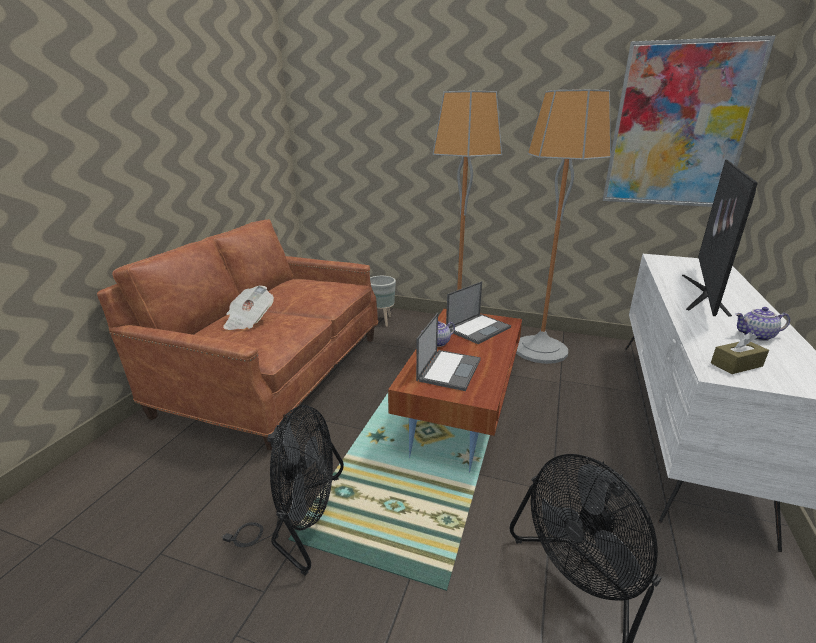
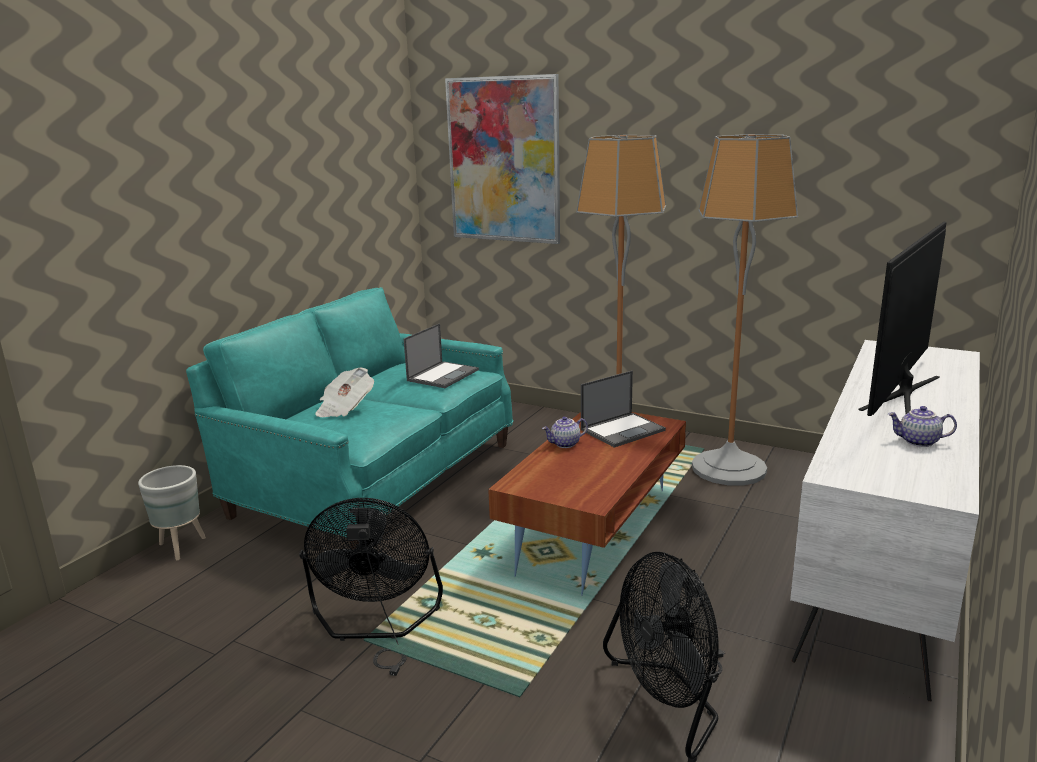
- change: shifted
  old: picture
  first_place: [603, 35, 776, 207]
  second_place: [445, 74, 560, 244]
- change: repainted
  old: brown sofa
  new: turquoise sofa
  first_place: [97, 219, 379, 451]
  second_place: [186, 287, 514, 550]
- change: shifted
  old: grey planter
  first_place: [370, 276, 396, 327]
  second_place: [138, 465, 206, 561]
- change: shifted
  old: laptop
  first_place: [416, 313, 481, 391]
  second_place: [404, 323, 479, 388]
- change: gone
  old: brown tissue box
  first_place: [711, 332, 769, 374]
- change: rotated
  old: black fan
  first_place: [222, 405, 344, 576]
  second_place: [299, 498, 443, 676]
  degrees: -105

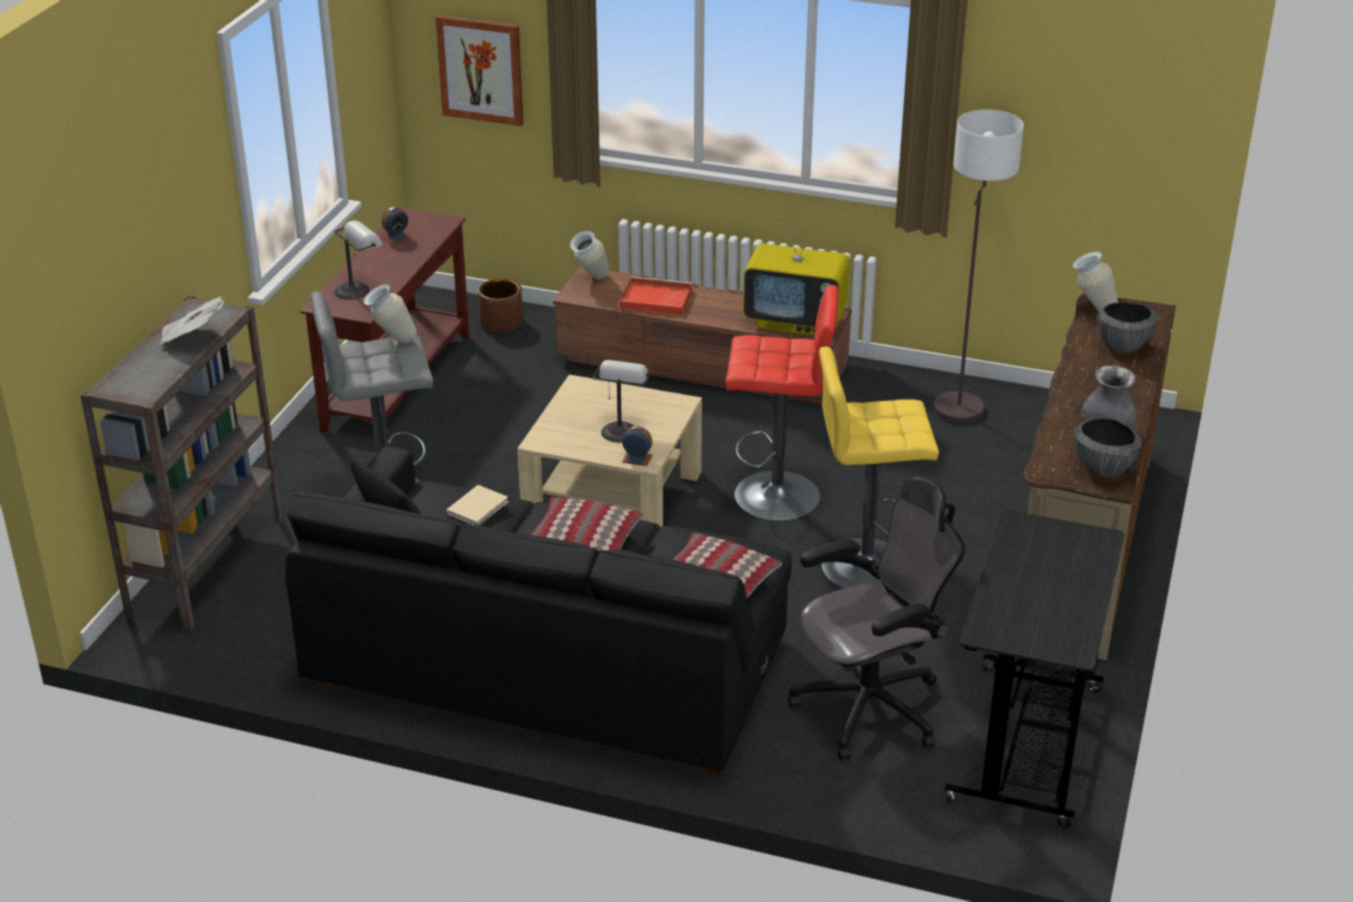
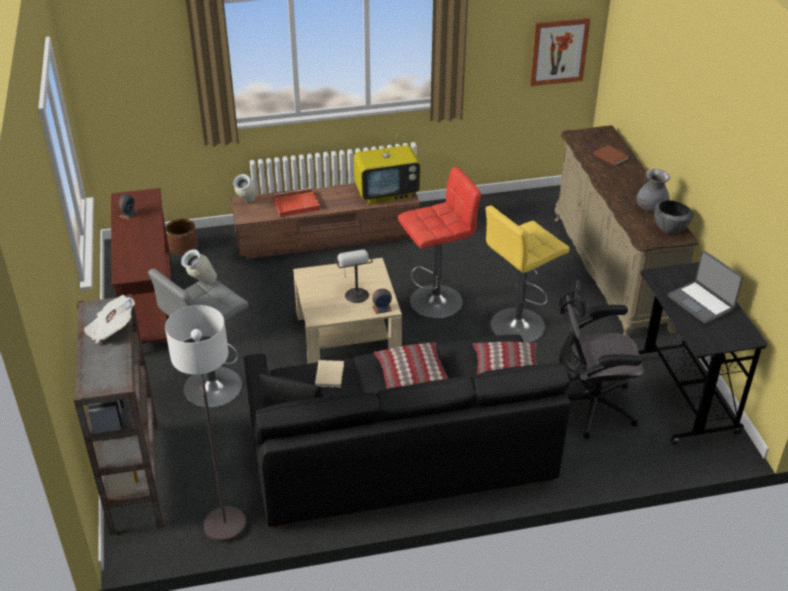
- change: shifted
  old: picture
  first_place: [435, 15, 524, 126]
  second_place: [530, 18, 590, 86]
- change: shifted
  old: white floor lamp
  first_place: [934, 109, 1024, 424]
  second_place: [165, 305, 246, 543]
- change: gone
  old: table lamp
  first_place: [334, 221, 382, 300]
- change: gone
  old: vase
  first_place: [1073, 252, 1118, 311]
- change: swapped
  old: bowl
  new: brown book
  first_place: [1097, 302, 1157, 353]
  second_place: [594, 145, 629, 166]
- change: rotated
  old: office chair
  first_place: [788, 476, 965, 760]
  second_place: [559, 279, 644, 439]
  degrees: -120
- change: new
  new: laptop
  second_place: [667, 250, 743, 324]

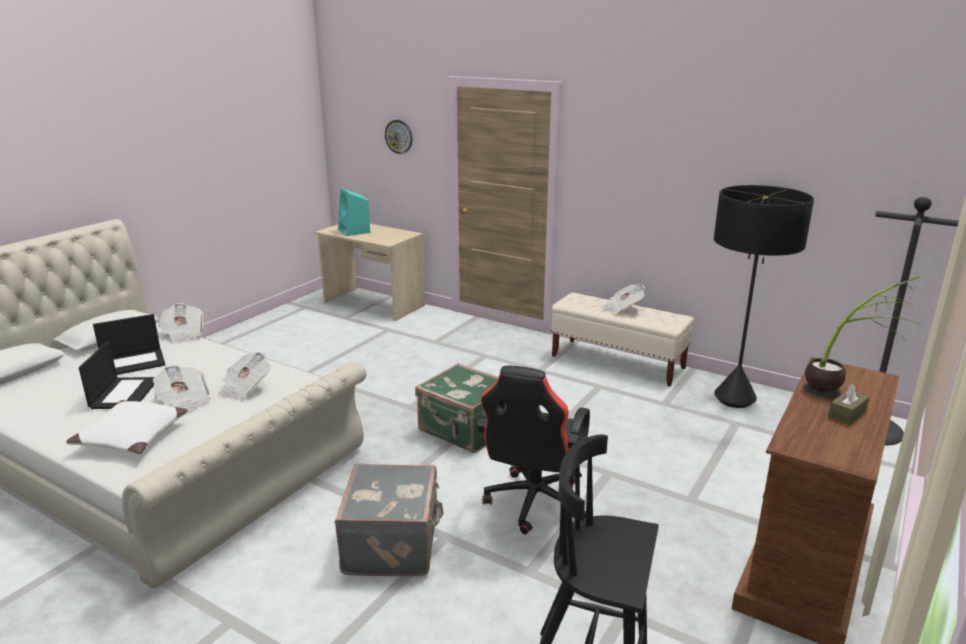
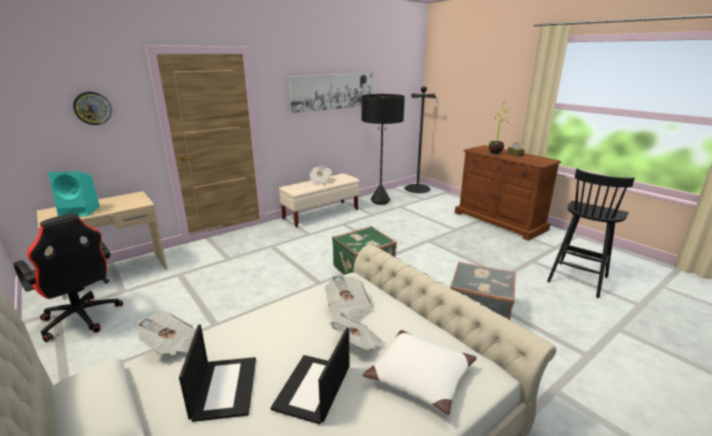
- change: rotated
  old: laptop
  first_place: [79, 341, 154, 409]
  second_place: [271, 327, 349, 424]
  degrees: -90
- change: shifted
  old: black office chair
  first_place: [477, 366, 590, 535]
  second_place: [13, 213, 123, 342]
- change: new
  new: picture
  second_place: [289, 73, 372, 113]

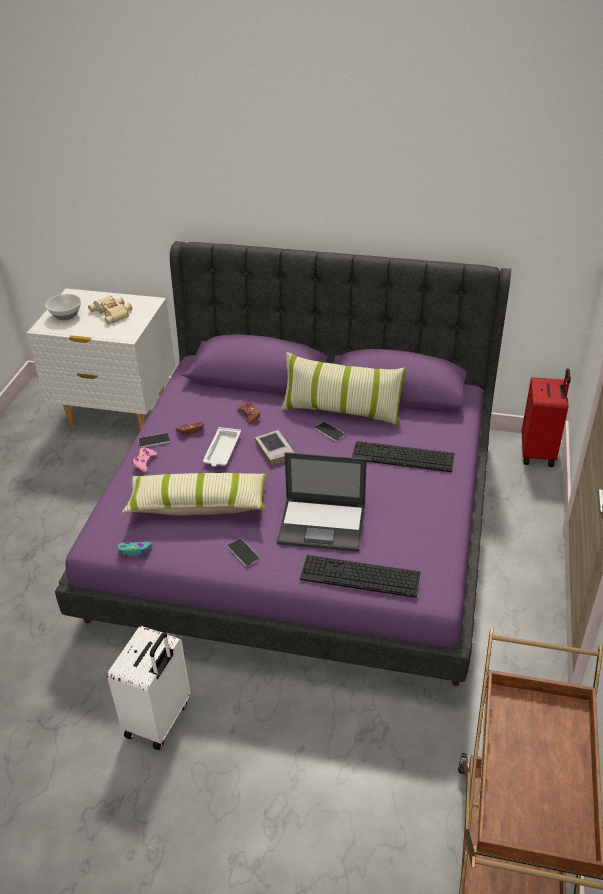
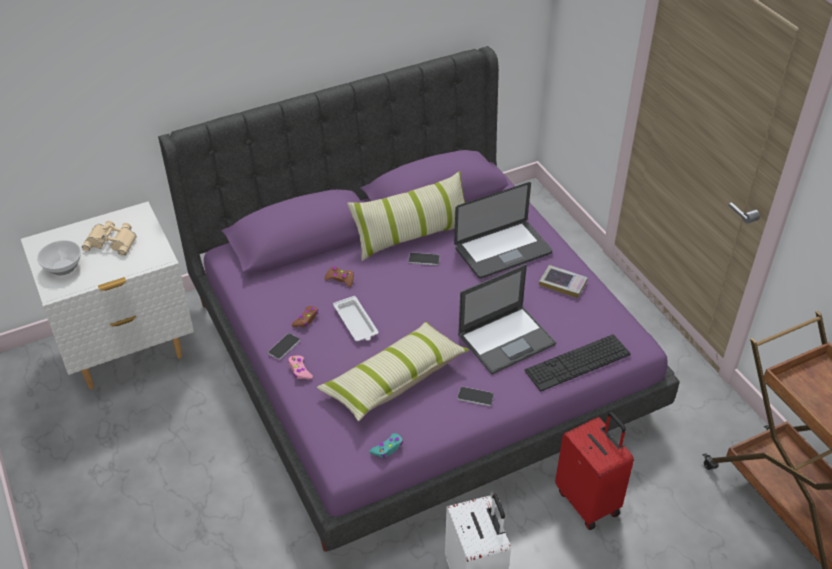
- change: shifted
  old: red suitcase
  first_place: [522, 368, 571, 467]
  second_place: [555, 412, 634, 530]
- change: shifted
  old: book
  first_place: [255, 430, 294, 465]
  second_place: [539, 265, 588, 298]
- change: swapped
  old: keyboard
  new: laptop
  first_place: [352, 441, 455, 472]
  second_place: [454, 182, 552, 279]

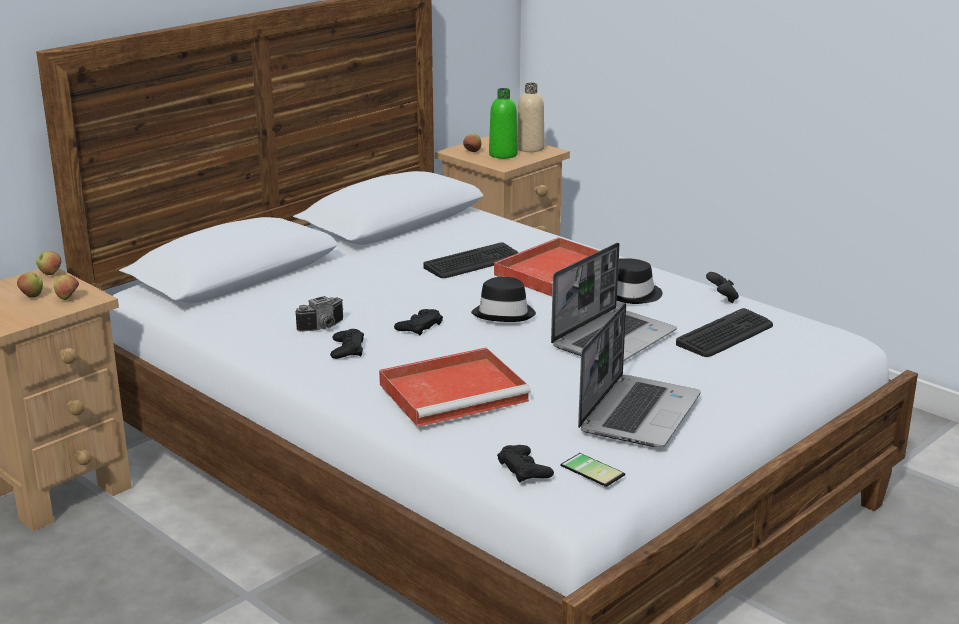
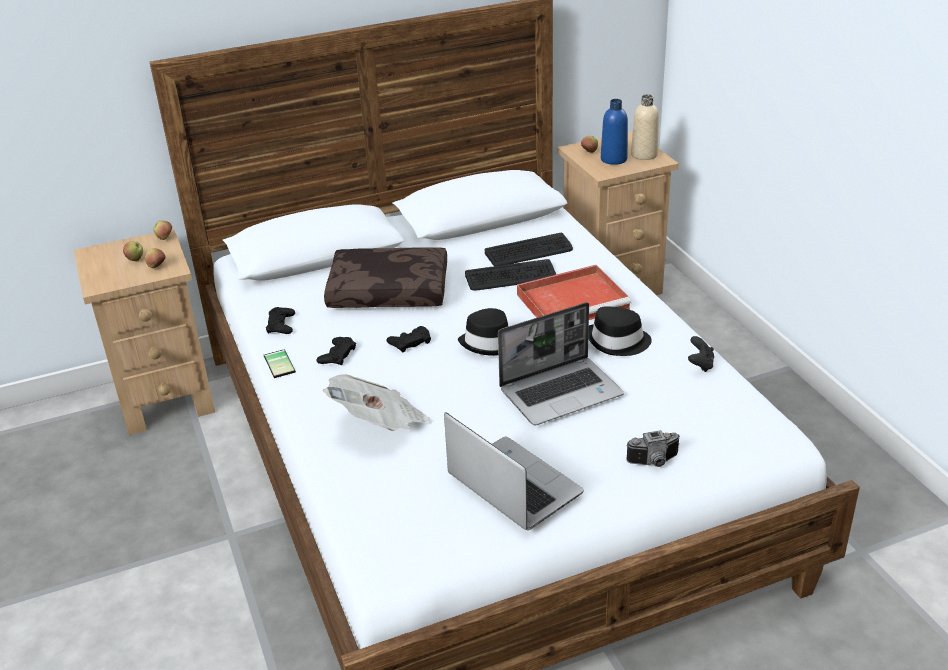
- change: repainted
  old: green bottle
  new: blue bottle
  first_place: [489, 88, 518, 159]
  second_place: [601, 99, 628, 165]
- change: shifted
  old: photo camera
  first_place: [295, 296, 343, 332]
  second_place: [626, 430, 680, 467]
- change: rotated
  old: laptop
  first_place: [578, 303, 701, 447]
  second_place: [444, 413, 584, 530]
  degrees: -90
- change: shifted
  old: keyboard
  first_place: [676, 308, 773, 357]
  second_place: [485, 233, 573, 266]
- change: swapped
  old: red tray
  new: newspaper
  first_place: [379, 348, 531, 427]
  second_place: [323, 374, 430, 431]
- change: shifted
  old: black game controller
  first_place: [497, 445, 554, 483]
  second_place: [266, 307, 295, 334]
- change: shifted
  old: phone
  first_place: [561, 453, 625, 487]
  second_place: [264, 349, 296, 378]
- change: new
  new: brown pillow
  second_place: [324, 247, 447, 308]

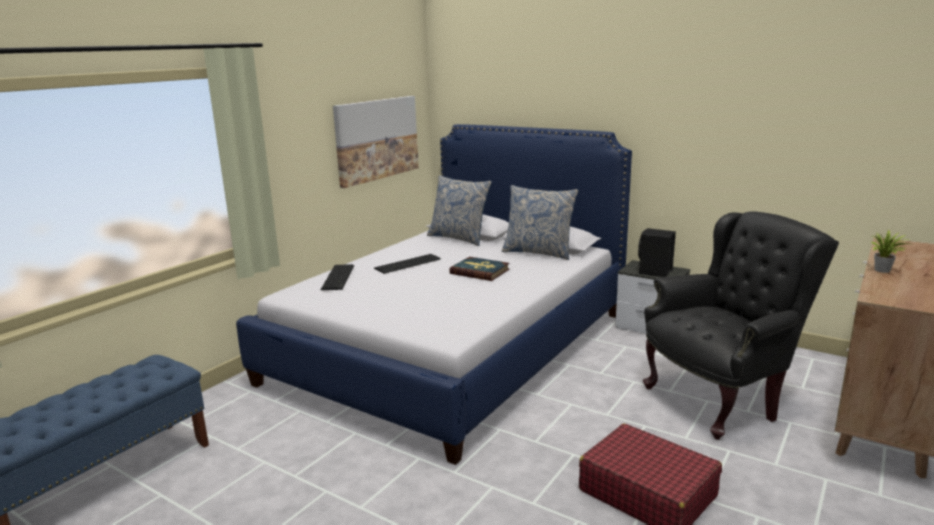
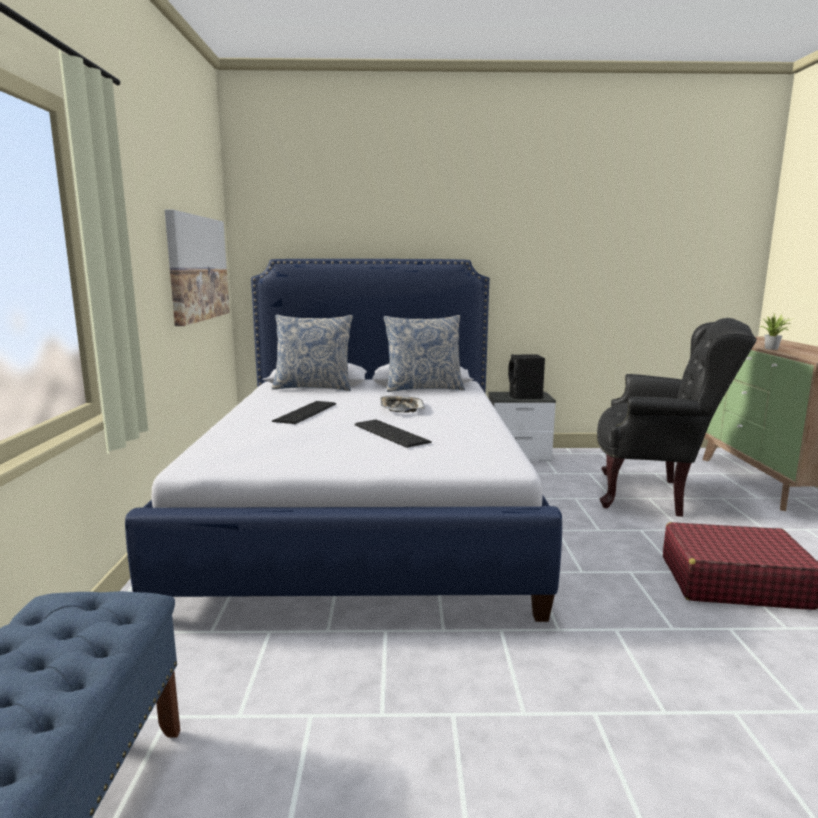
- change: rotated
  old: black armchair
  first_place: [643, 211, 839, 440]
  second_place: [597, 318, 757, 517]
  degrees: 75
- change: swapped
  old: book
  new: tray
  first_place: [449, 257, 510, 281]
  second_place: [380, 396, 425, 412]
- change: shifted
  old: keyboard
  first_place: [321, 264, 354, 290]
  second_place: [354, 420, 432, 448]

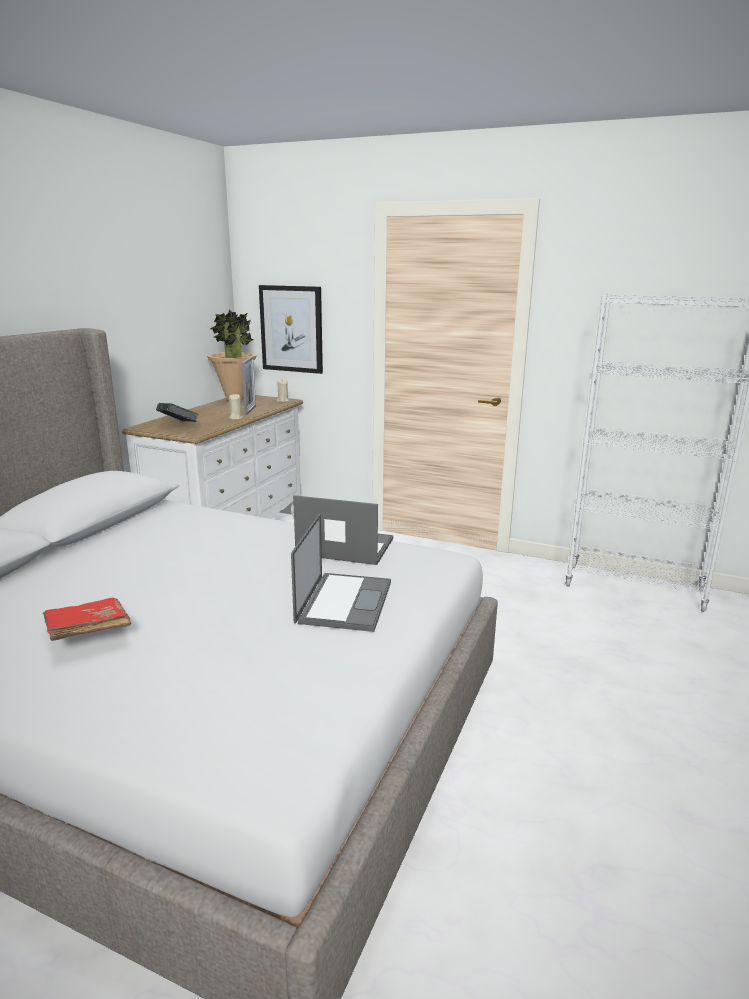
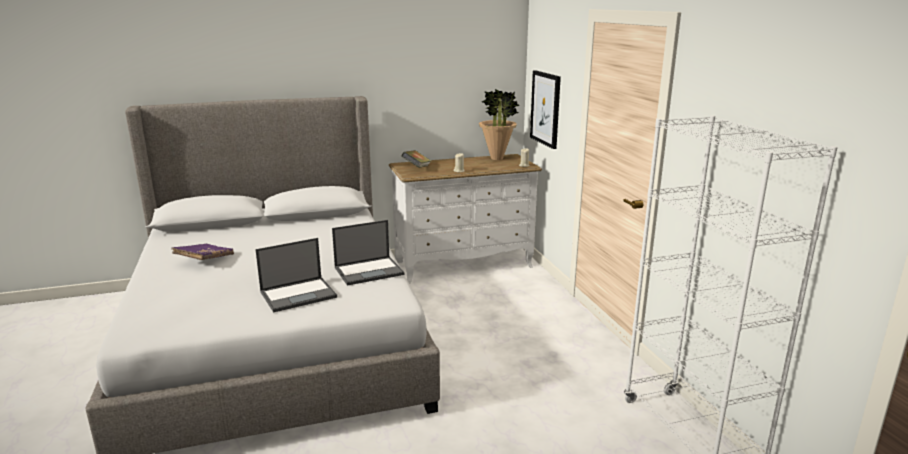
- change: gone
  old: picture frame
  first_place: [241, 356, 256, 415]
- change: rotated
  old: laptop
  first_place: [293, 495, 393, 565]
  second_place: [332, 220, 404, 286]
  degrees: 90
- change: repainted
  old: red book
  new: purple book
  first_place: [43, 598, 131, 641]
  second_place: [171, 244, 234, 260]

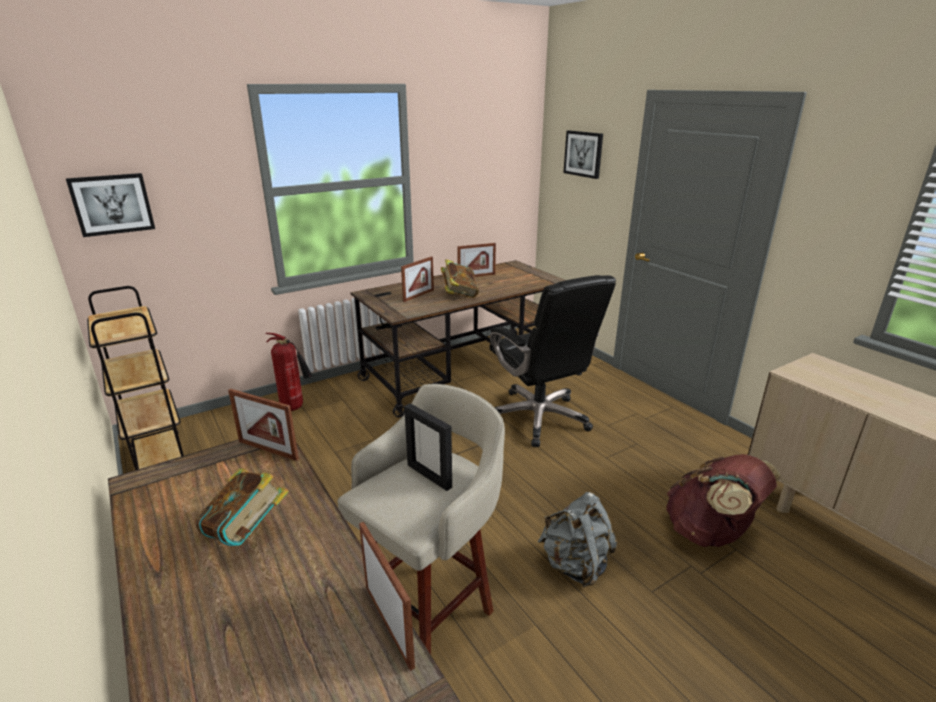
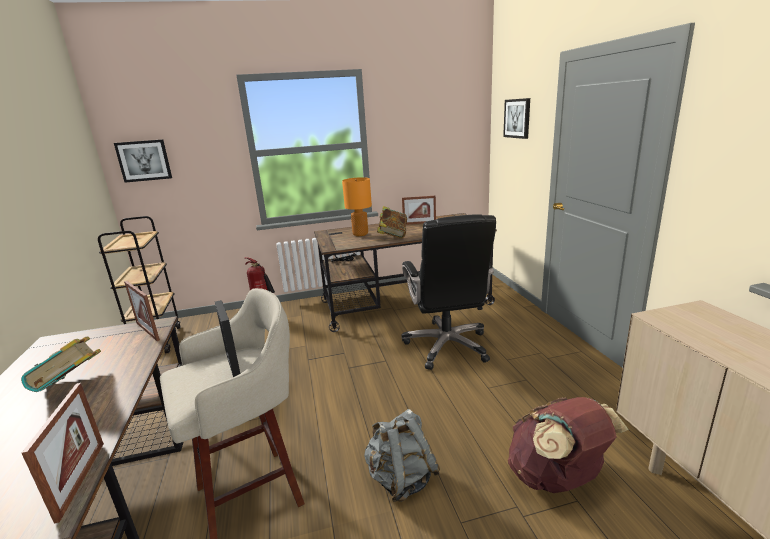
- change: swapped
  old: picture frame
  new: orange table lamp
  first_place: [401, 256, 434, 302]
  second_place: [342, 177, 372, 236]

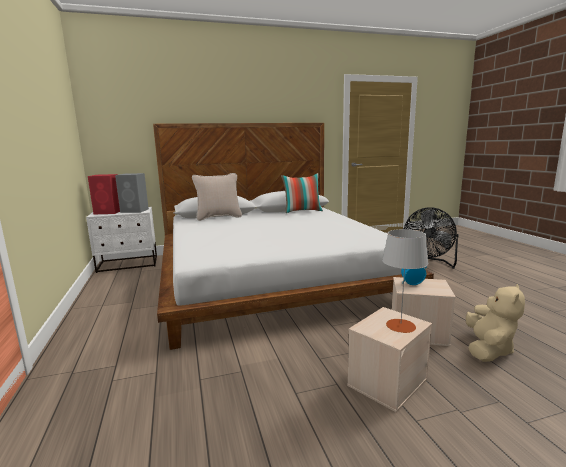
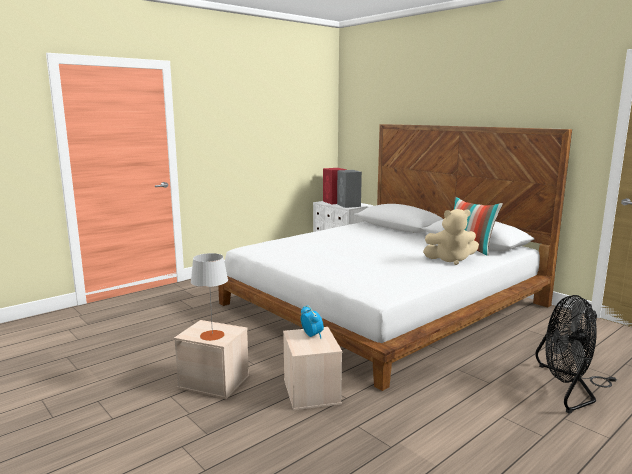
- change: gone
  old: beige pillow
  first_place: [192, 173, 242, 221]
- change: shifted
  old: beige plush toy
  first_place: [466, 284, 525, 362]
  second_place: [423, 209, 479, 265]

